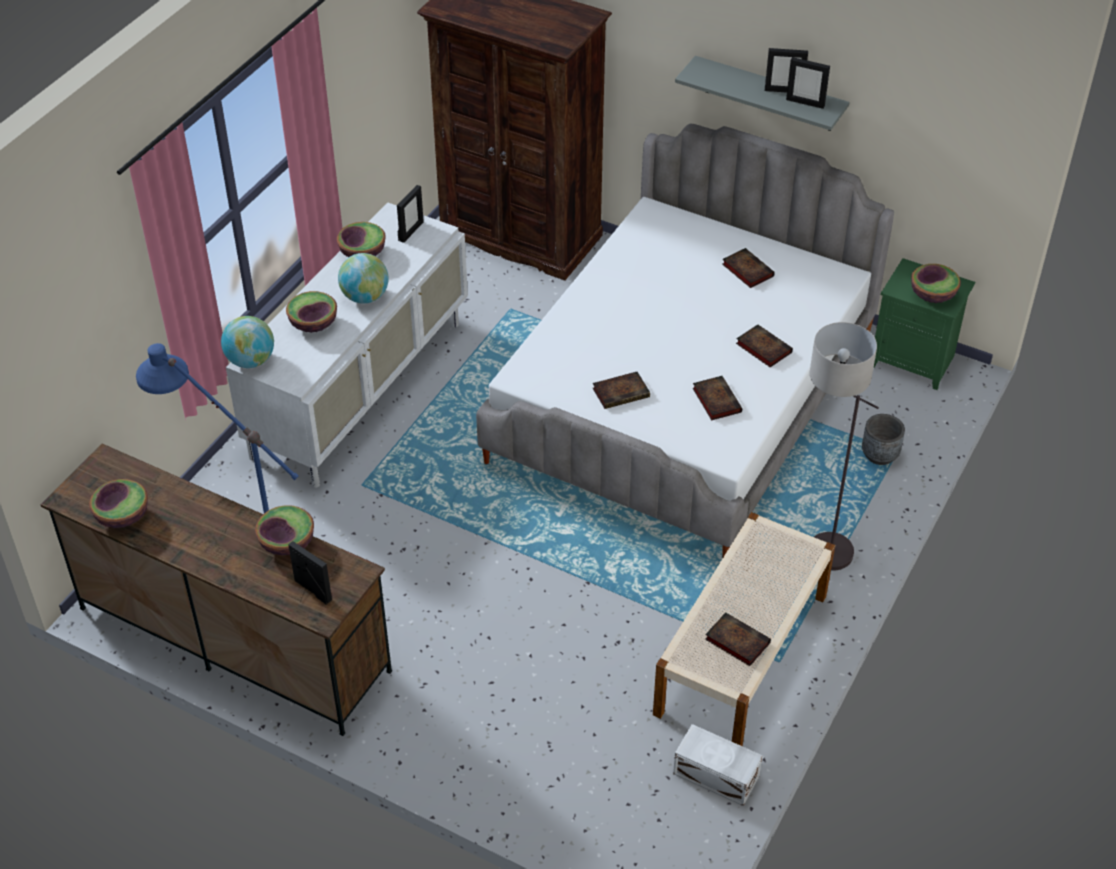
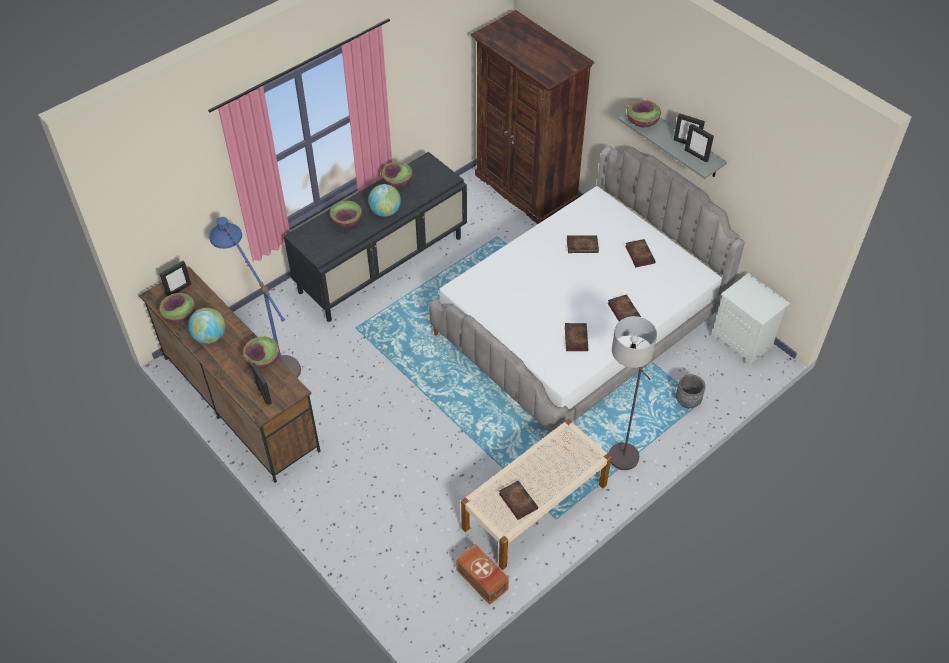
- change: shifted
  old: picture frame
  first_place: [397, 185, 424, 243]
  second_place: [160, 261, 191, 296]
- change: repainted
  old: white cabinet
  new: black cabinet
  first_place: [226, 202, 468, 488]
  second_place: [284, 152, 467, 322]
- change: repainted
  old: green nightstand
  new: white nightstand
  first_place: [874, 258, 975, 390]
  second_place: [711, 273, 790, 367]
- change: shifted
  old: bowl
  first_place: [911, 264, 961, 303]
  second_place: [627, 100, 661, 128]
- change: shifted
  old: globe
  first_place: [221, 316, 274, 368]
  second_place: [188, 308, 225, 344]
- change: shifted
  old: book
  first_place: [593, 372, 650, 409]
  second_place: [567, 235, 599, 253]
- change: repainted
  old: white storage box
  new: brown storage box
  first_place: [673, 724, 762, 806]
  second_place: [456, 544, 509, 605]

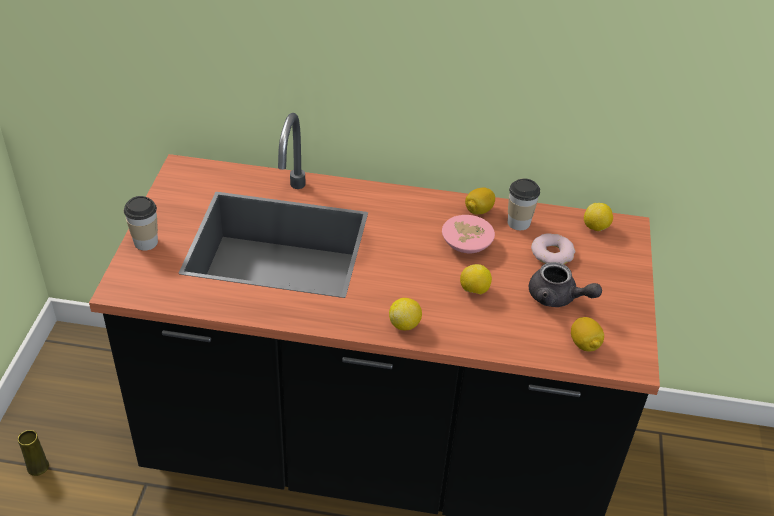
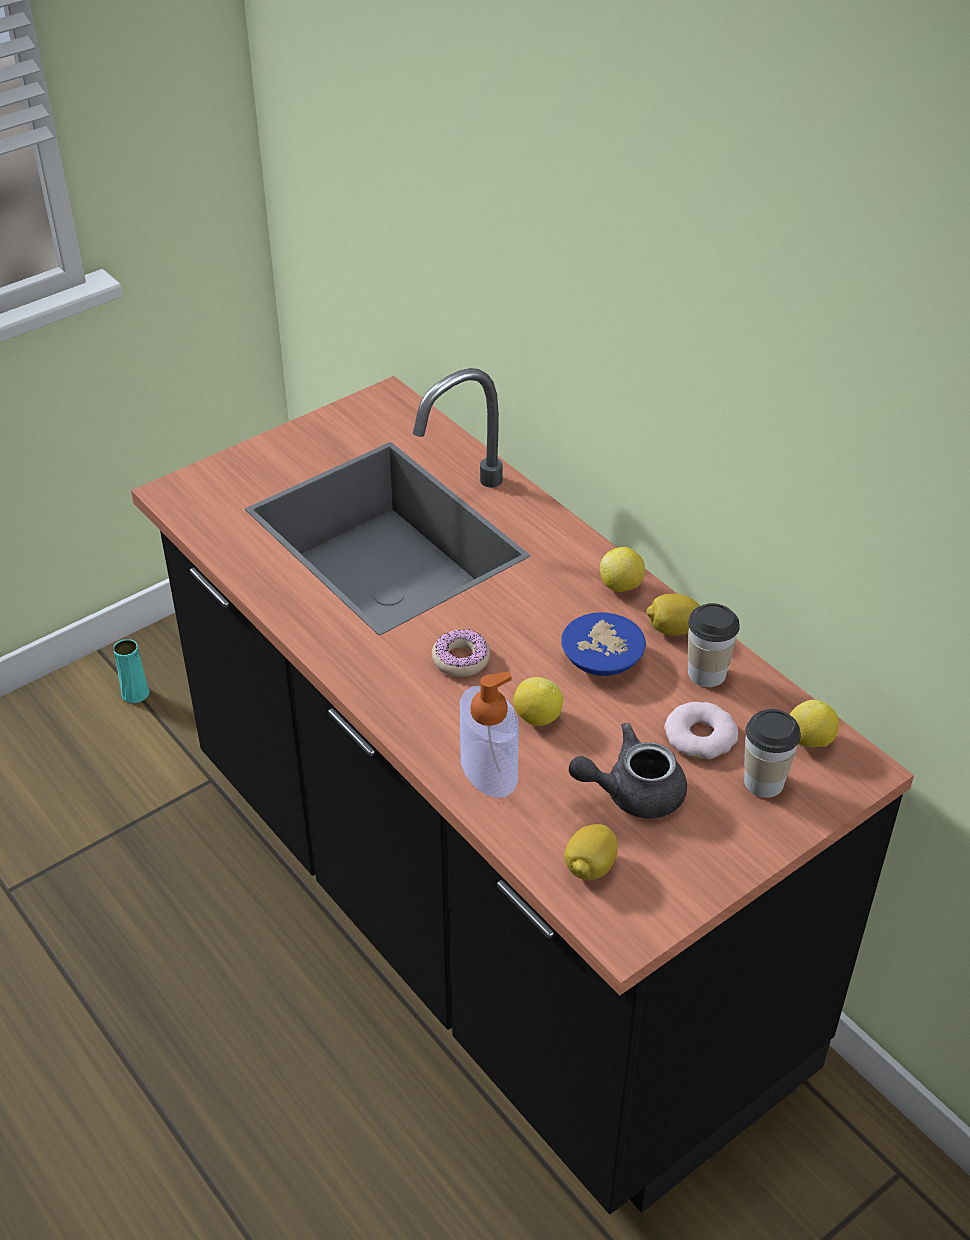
- change: shifted
  old: cup
  first_place: [124, 196, 158, 251]
  second_place: [744, 709, 801, 798]
- change: repainted
  old: pink bowl
  new: blue bowl
  first_place: [442, 215, 495, 253]
  second_place: [561, 612, 646, 676]
- change: rotated
  old: grey teapot
  first_place: [529, 262, 602, 307]
  second_place: [569, 723, 687, 819]
  degrees: 90
- change: shifted
  old: lemon
  first_place: [389, 298, 422, 330]
  second_place: [600, 547, 645, 592]
- change: repainted
  old: yellow vase
  new: turquoise vase
  first_place: [18, 430, 49, 476]
  second_place: [113, 639, 150, 703]
- change: new
  new: donut
  second_place: [432, 629, 490, 677]
- change: new
  new: soap dispenser
  second_place: [460, 672, 519, 798]

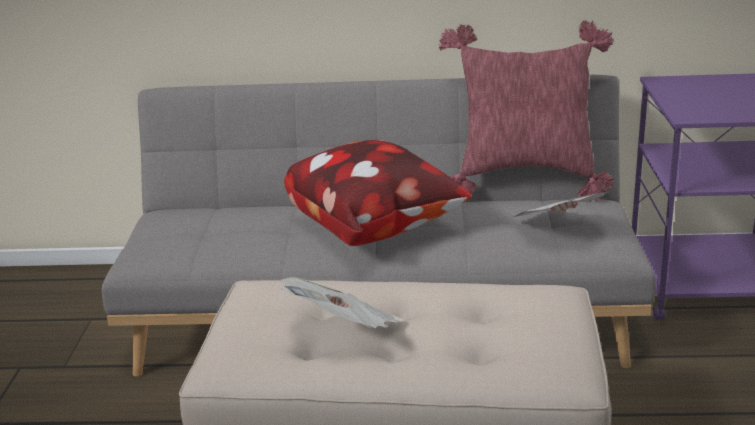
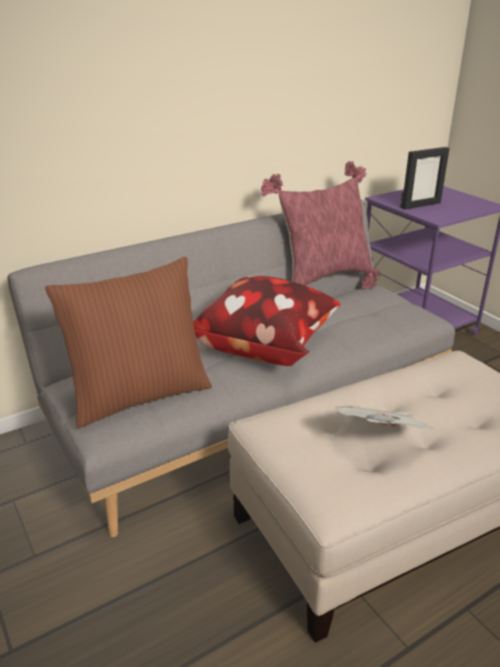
- change: gone
  old: newspaper
  first_place: [515, 193, 606, 217]
- change: new
  new: picture frame
  second_place: [400, 147, 450, 210]
- change: new
  new: brown pillow
  second_place: [45, 257, 212, 428]

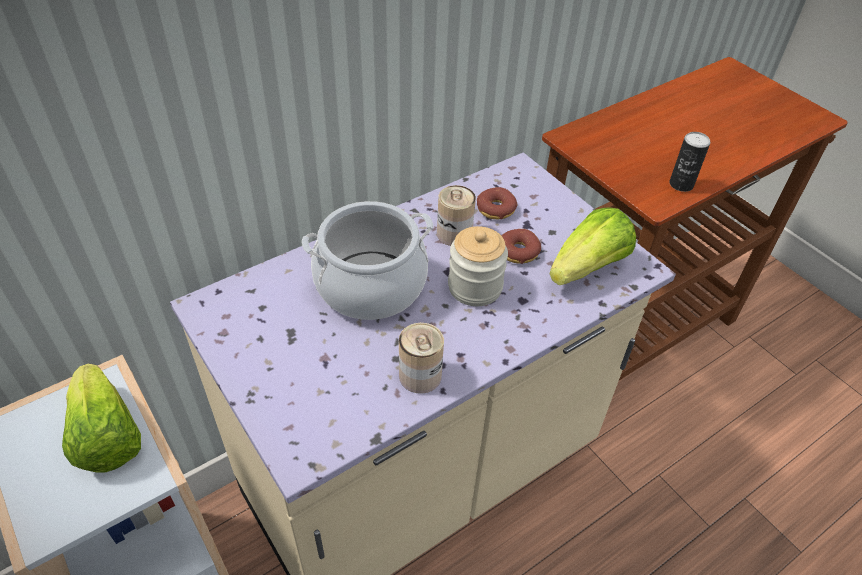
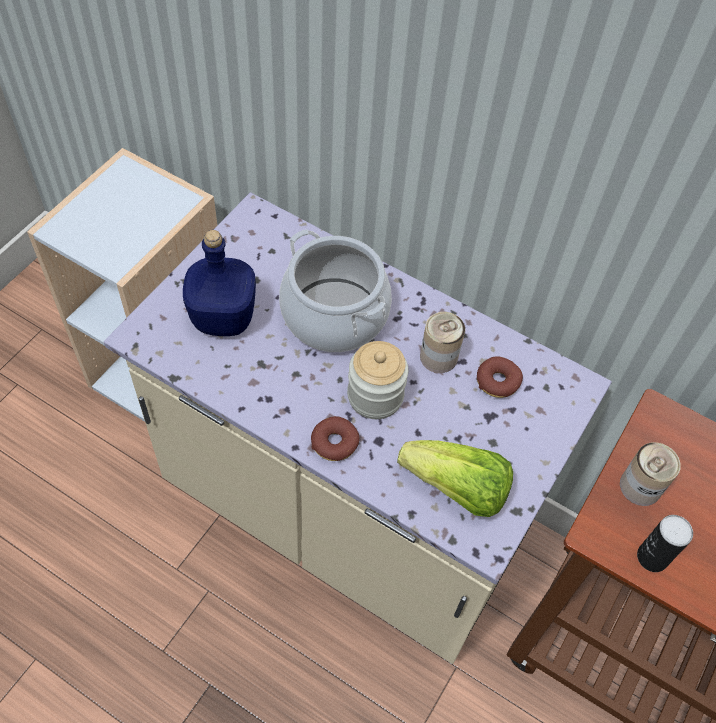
- change: shifted
  old: donut
  first_place: [501, 229, 541, 264]
  second_place: [311, 416, 360, 461]
- change: shifted
  old: can
  first_place: [399, 323, 444, 394]
  second_place: [620, 442, 681, 506]
- change: gone
  old: lettuce
  first_place: [62, 363, 141, 473]
- change: new
  new: blue bottle
  second_place: [183, 230, 256, 336]

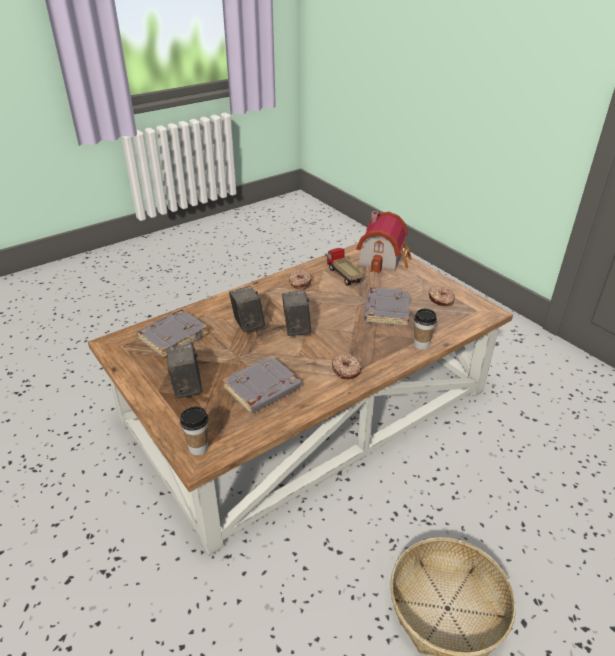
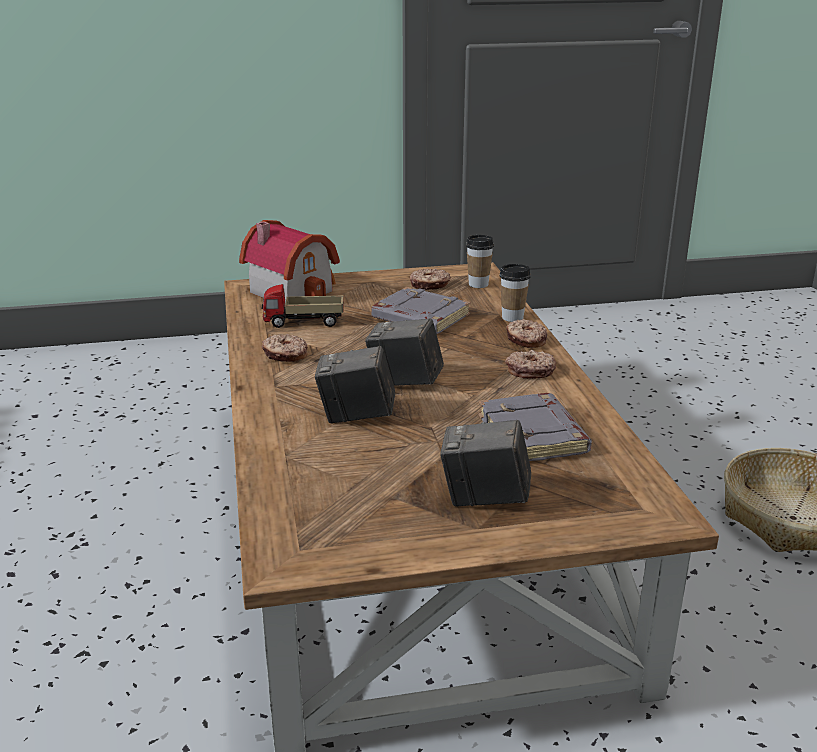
- change: gone
  old: grey book
  first_place: [136, 309, 209, 358]
- change: shifted
  old: cup
  first_place: [180, 407, 208, 455]
  second_place: [466, 235, 494, 288]
- change: new
  new: donut
  second_place: [506, 319, 547, 348]

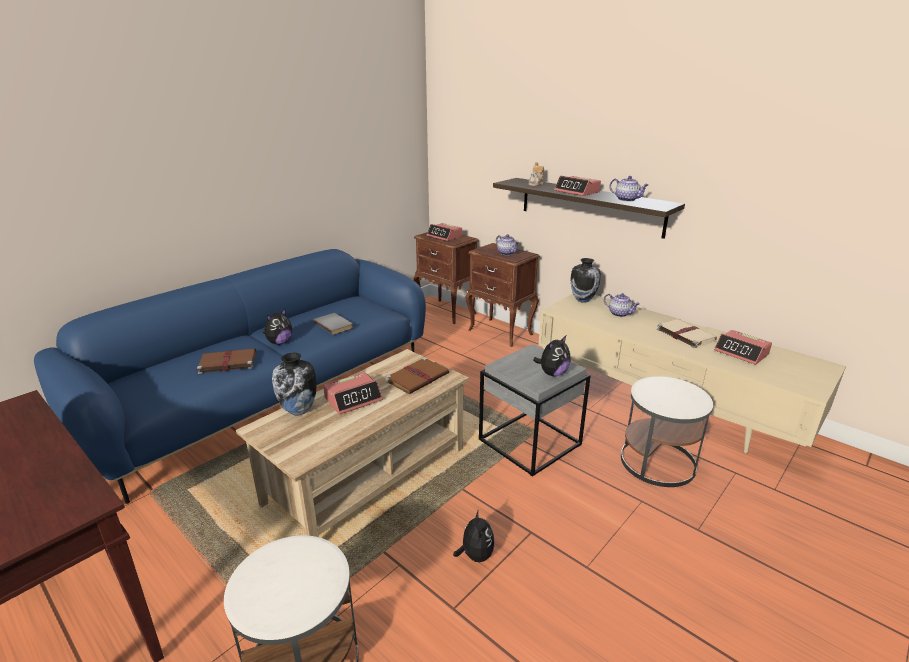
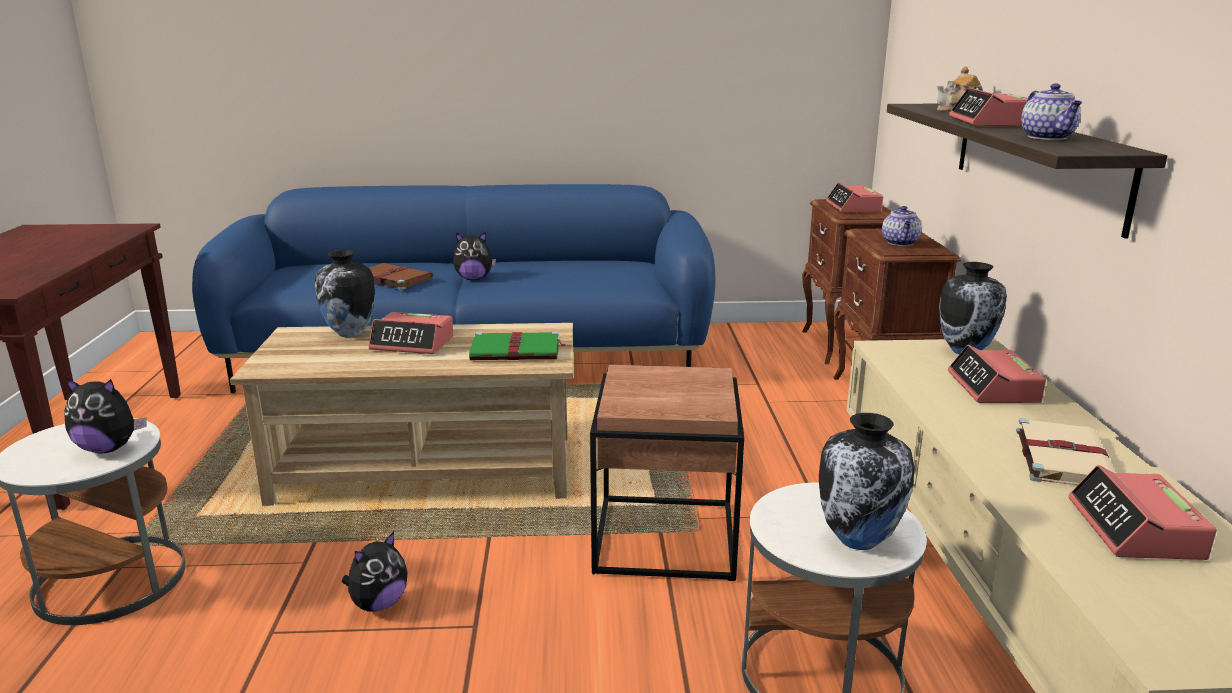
- change: swapped
  old: teapot
  new: alarm clock
  first_place: [604, 293, 640, 317]
  second_place: [948, 345, 1046, 403]
- change: gone
  old: grey book
  first_place: [314, 313, 353, 335]
- change: shifted
  old: plush toy
  first_place: [533, 336, 571, 377]
  second_place: [64, 378, 147, 453]
- change: repainted
  old: grey side table
  new: brown side table
  first_place: [479, 344, 591, 477]
  second_place: [590, 365, 744, 581]
- change: repainted
  old: brown book
  new: green book
  first_place: [386, 357, 449, 394]
  second_place: [469, 331, 566, 360]
- change: new
  new: vase
  second_place: [819, 413, 915, 550]

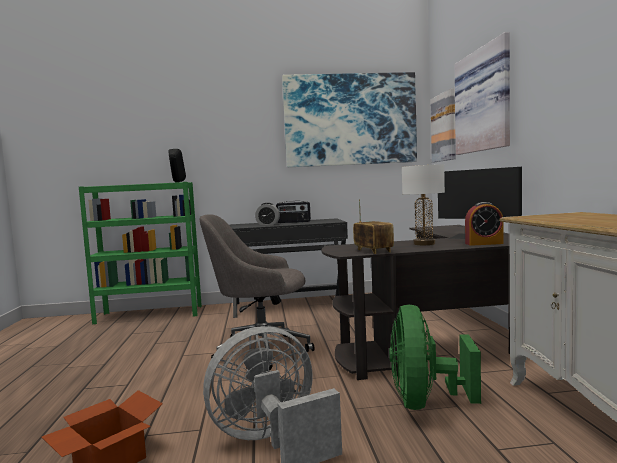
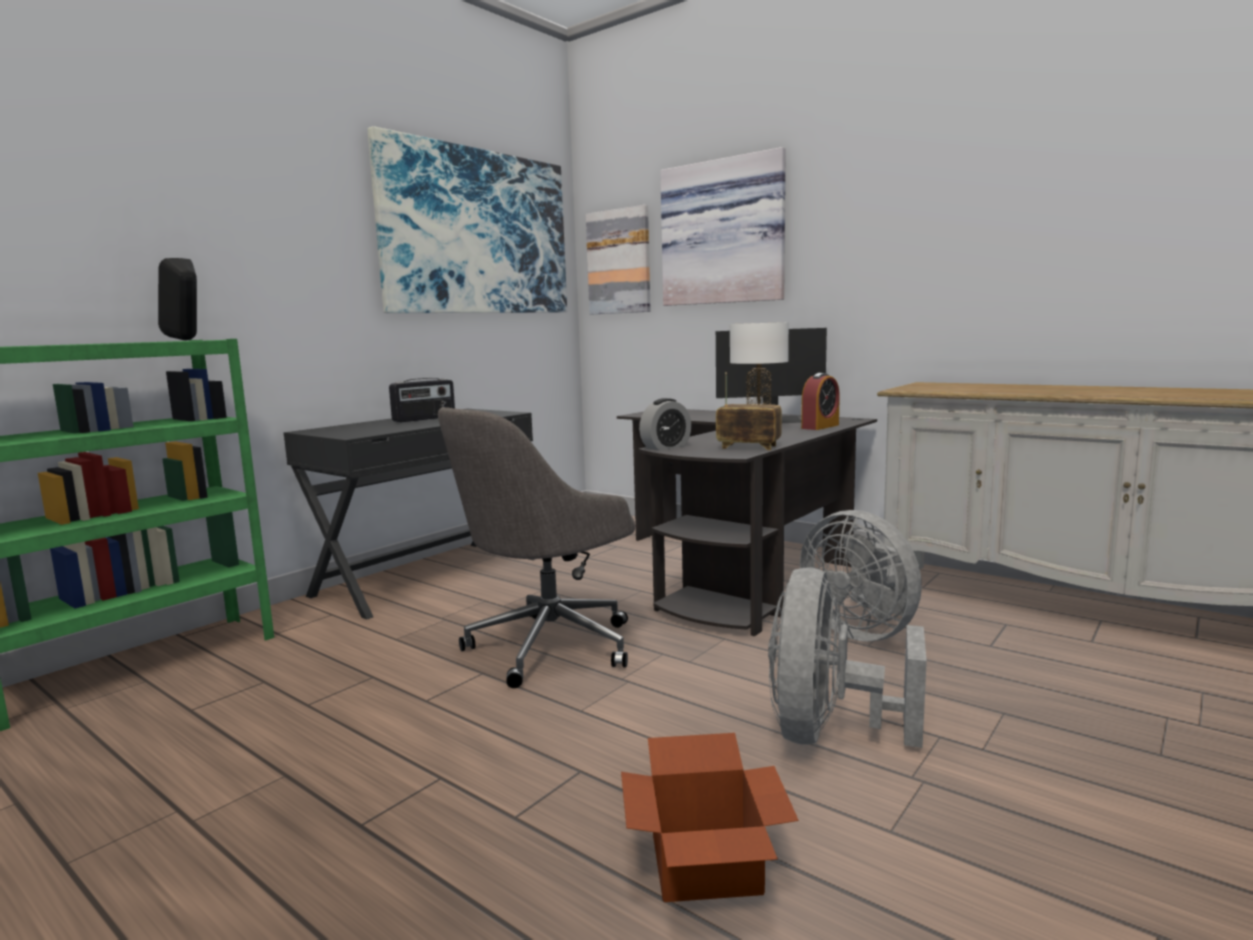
- change: shifted
  old: alarm clock
  first_place: [255, 203, 280, 225]
  second_place: [639, 398, 691, 450]
- change: repainted
  old: green fan
  new: grey fan
  first_place: [389, 305, 481, 410]
  second_place: [800, 510, 922, 641]

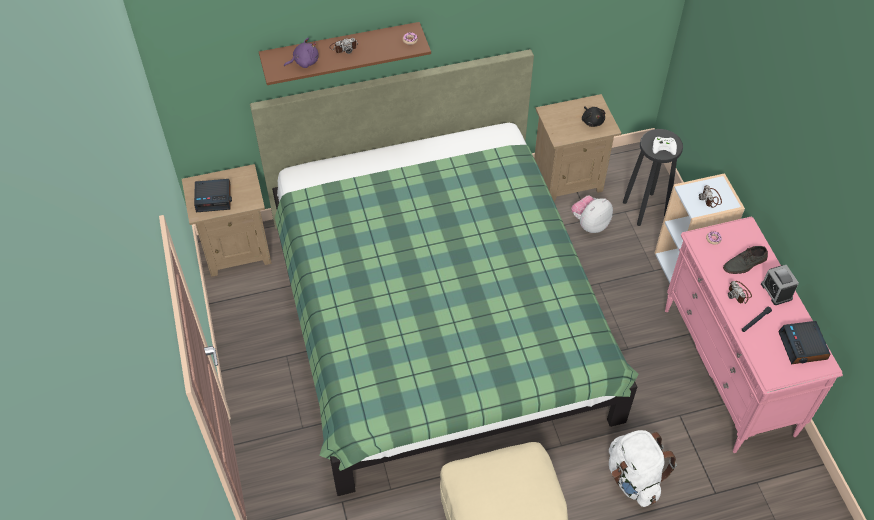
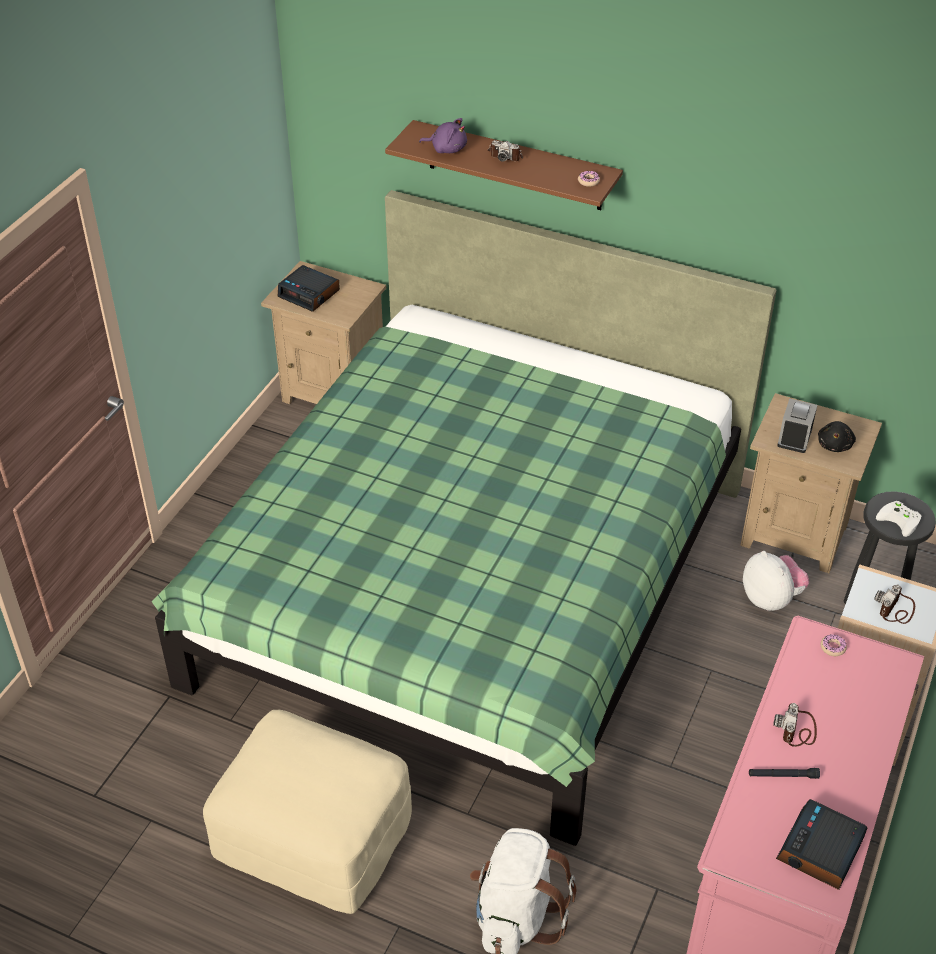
- change: rotated
  old: plush toy
  first_place: [571, 196, 613, 233]
  second_place: [743, 551, 809, 611]
  degrees: 60
- change: gone
  old: grey shoe
  first_place: [723, 246, 768, 274]
- change: shifted
  old: alarm clock
  first_place: [761, 265, 799, 305]
  second_place: [777, 398, 817, 453]

